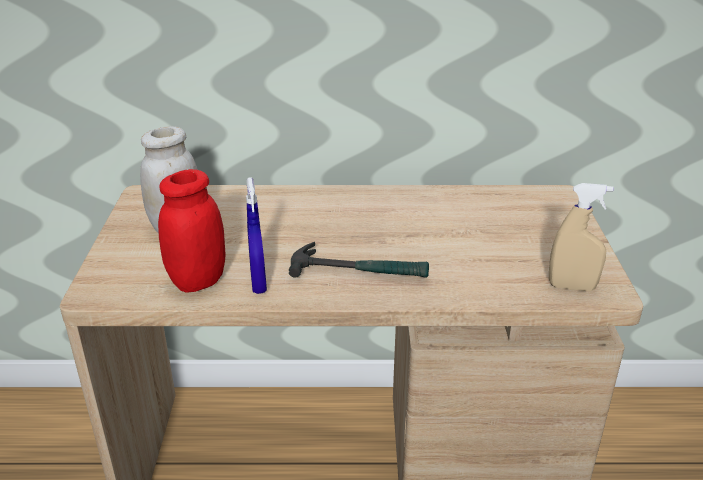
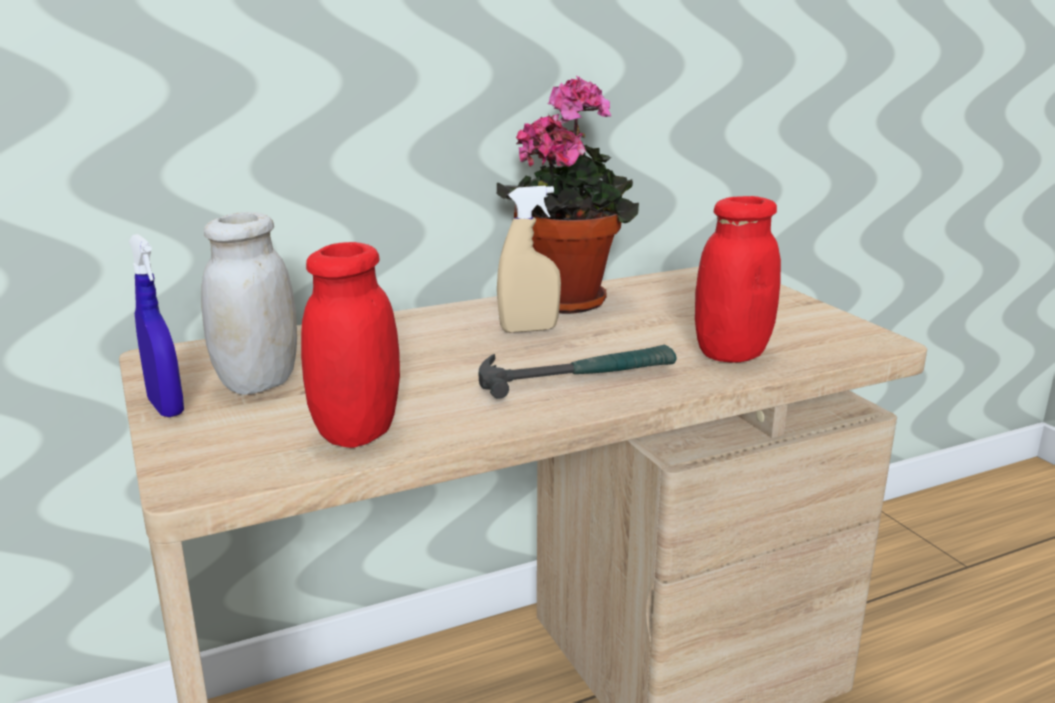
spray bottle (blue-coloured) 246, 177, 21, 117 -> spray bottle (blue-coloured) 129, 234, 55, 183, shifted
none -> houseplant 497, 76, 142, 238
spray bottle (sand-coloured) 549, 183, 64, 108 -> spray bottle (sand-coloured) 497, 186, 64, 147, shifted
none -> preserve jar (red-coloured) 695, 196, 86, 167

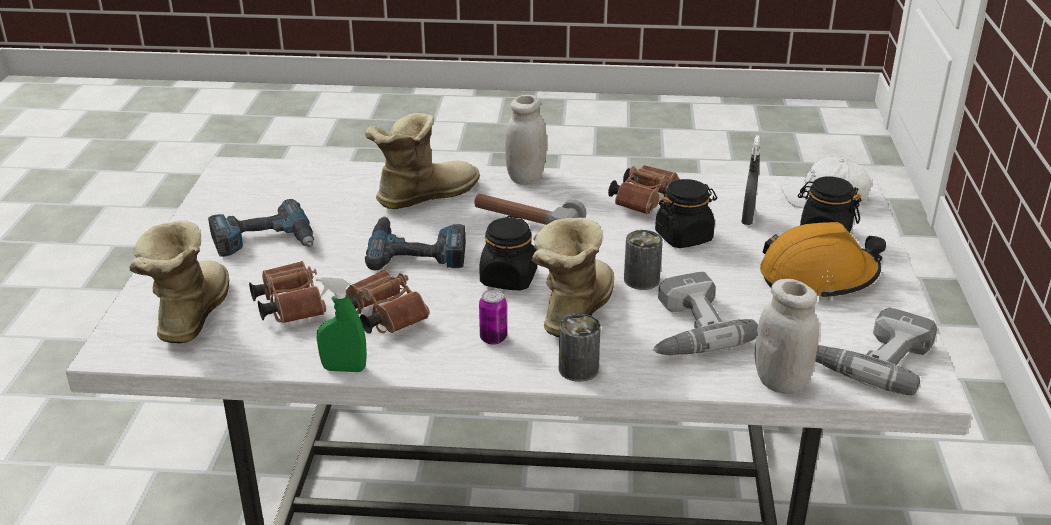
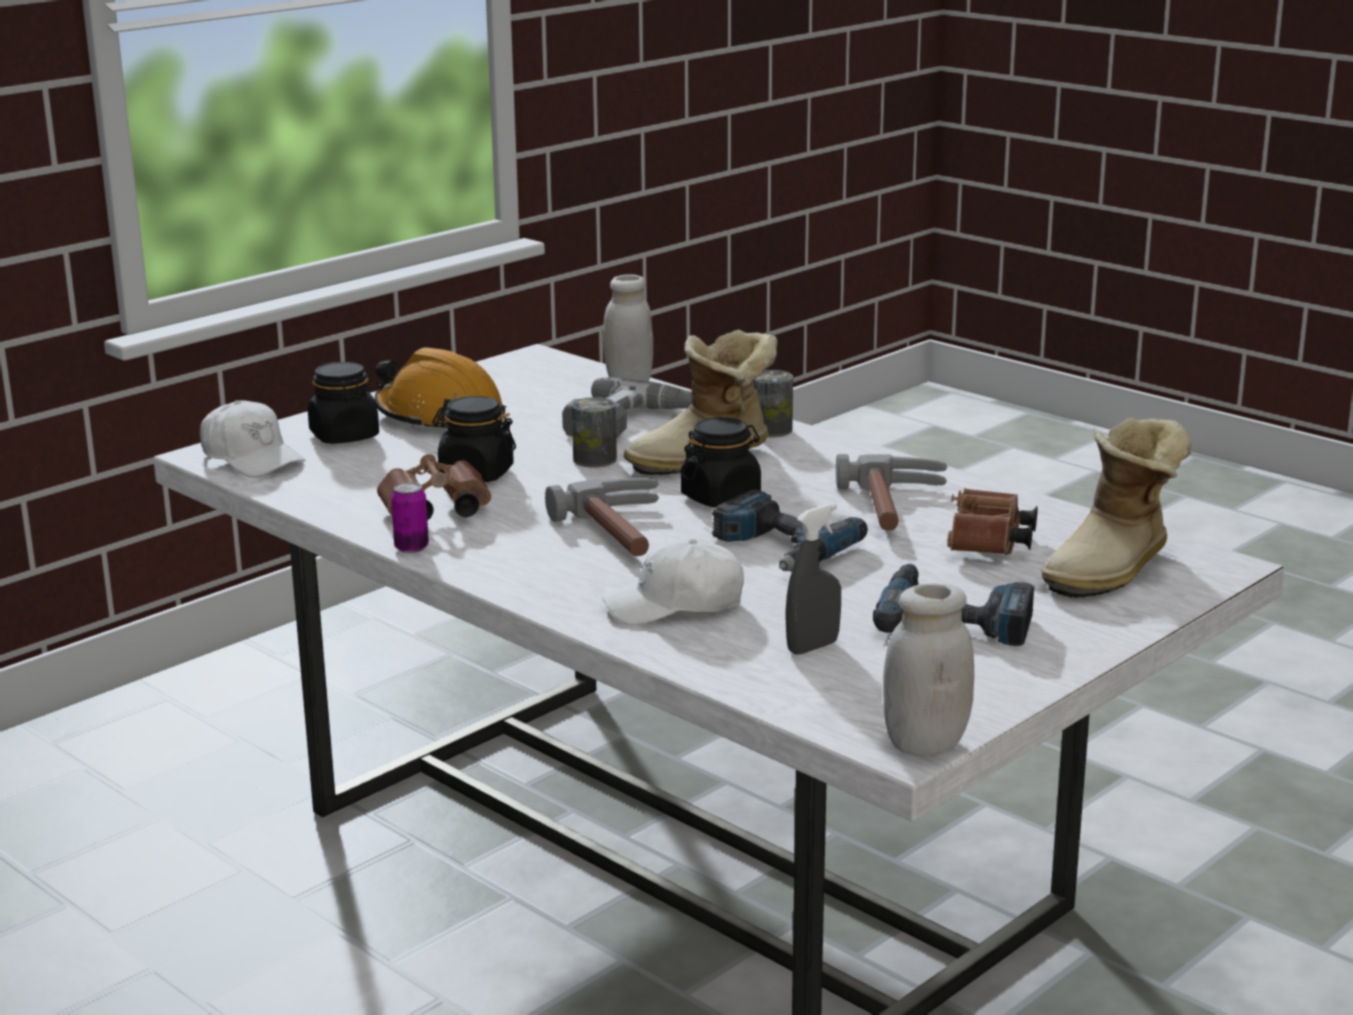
metal can 479, 290, 28, 55 -> metal can 391, 482, 38, 71, shifted
tall boot 365, 113, 115, 96 -> baseball cap (white) 603, 538, 141, 87
spray bottle (greyish) 741, 135, 19, 90 -> spray bottle (greyish) 785, 503, 56, 151, shifted
pair of binoculars (brownish) 346, 270, 84, 64 -> hammer 836, 454, 112, 76
preserve jar (white) 505, 95, 42, 90 -> preserve jar (white) 883, 583, 91, 173, shifted
spray bottle (greenish) 316, 275, 51, 97 -> none
drill 815, 308, 122, 87 -> none

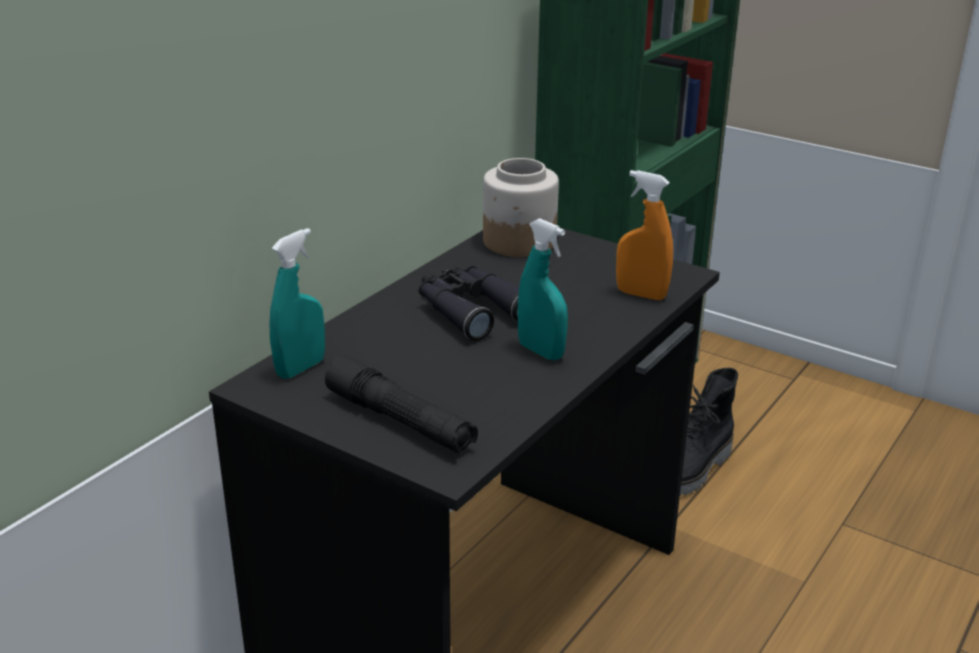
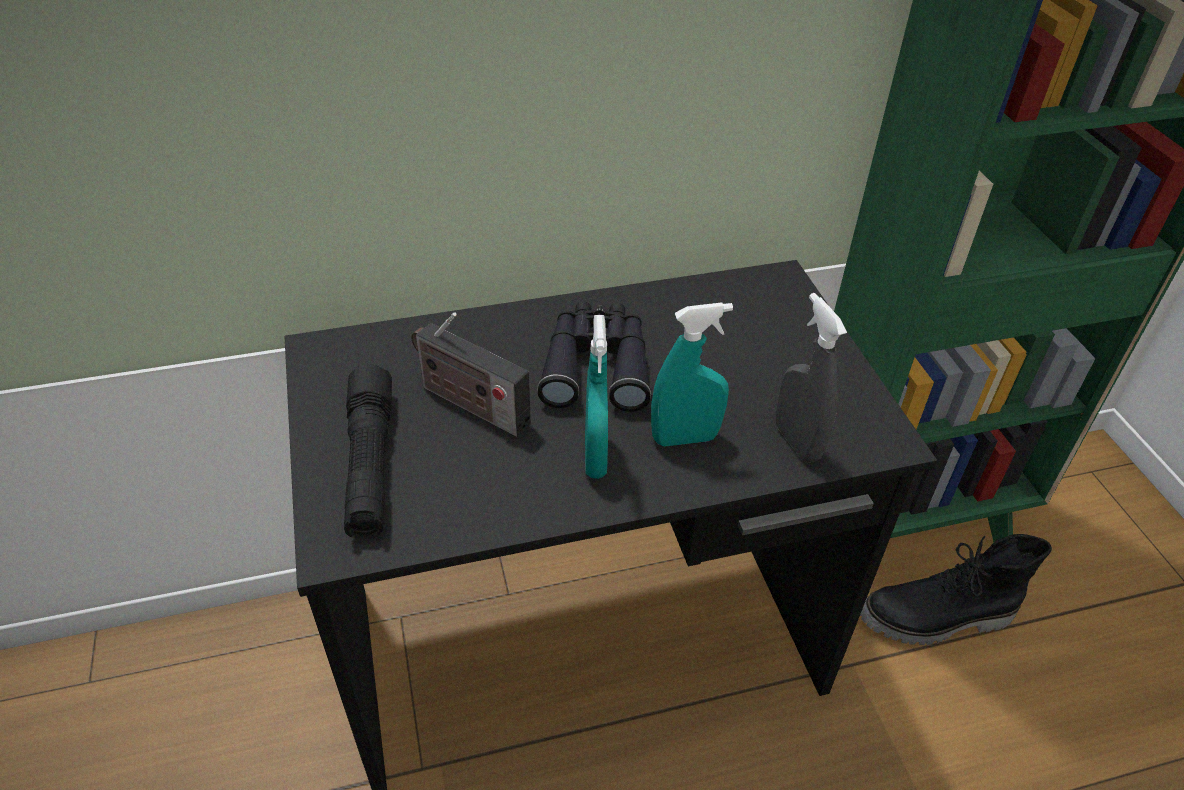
none -> radio set 411, 312, 120, 125
spray bottle (turquoise) 269, 228, 56, 151 -> spray bottle (turquoise) 651, 302, 82, 144, shifted
spray bottle (orangey) 616, 170, 57, 130 -> spray bottle (greyish) 776, 293, 71, 169
preserve jar 483, 158, 76, 99 -> none

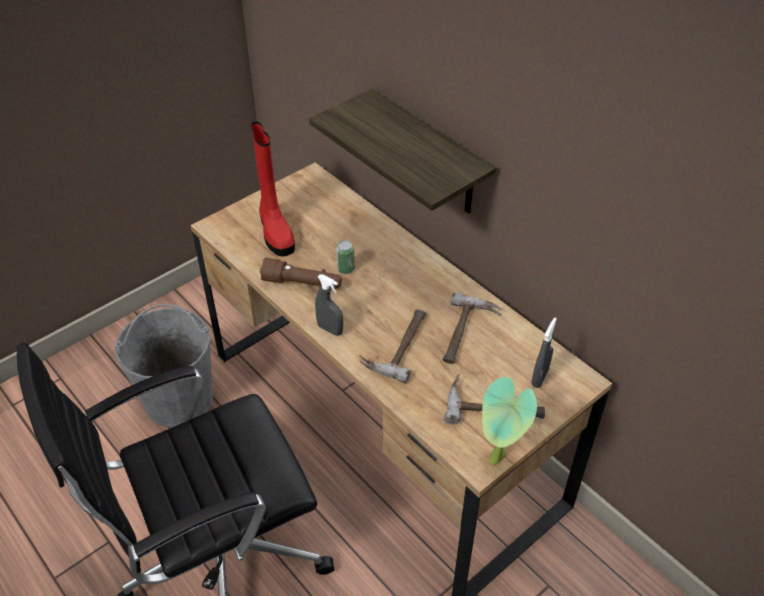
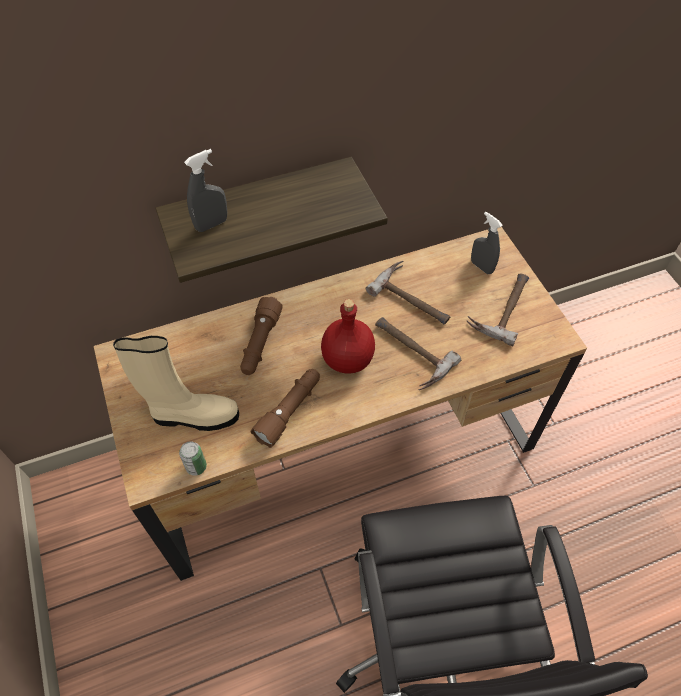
tall boot (red-coloured) 251, 121, 44, 136 -> tall boot (sand-coloured) 113, 336, 126, 95
metal can 336, 240, 19, 34 -> metal can 179, 441, 28, 35, shifted
spray bottle (greyish) 315, 274, 28, 62 -> spray bottle (greyish) 184, 149, 43, 83, shifted
none -> hand torch (brownish) 240, 297, 43, 78
none -> beverage bottle (red-coloured) 321, 299, 54, 75
water bucket (greyish) 114, 304, 99, 123 -> none
houseplant 482, 377, 55, 88 -> none

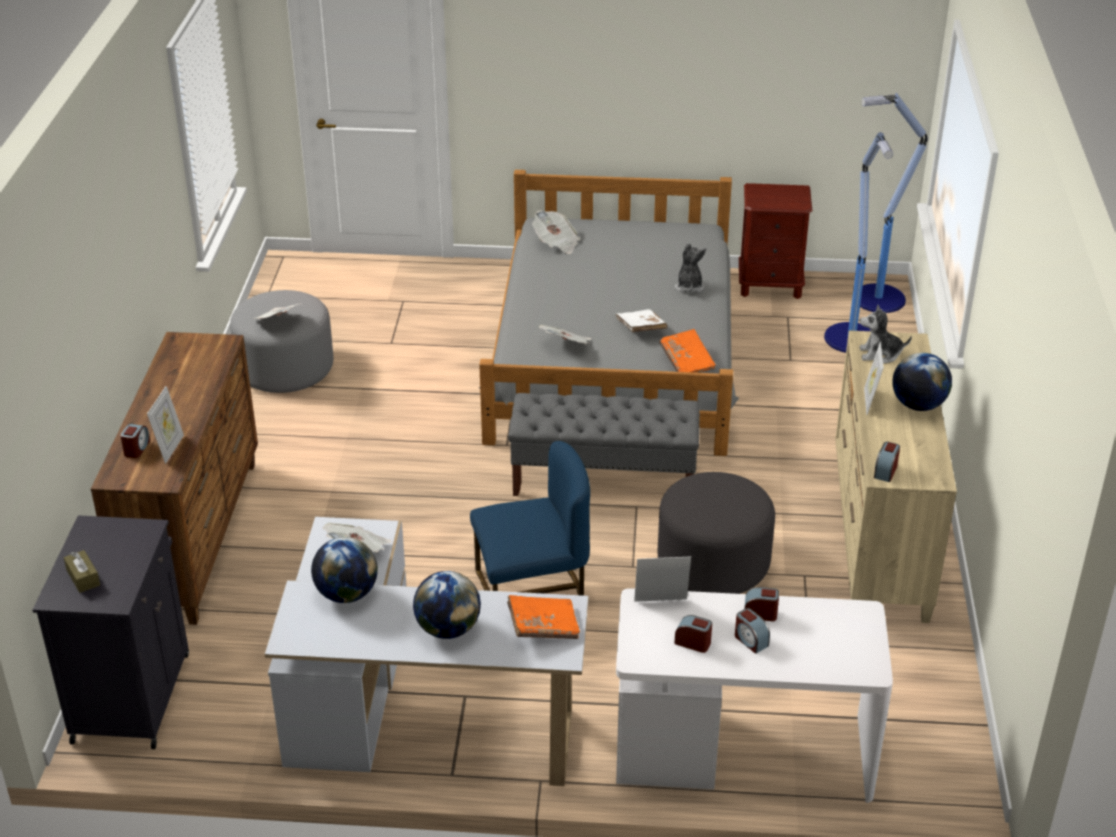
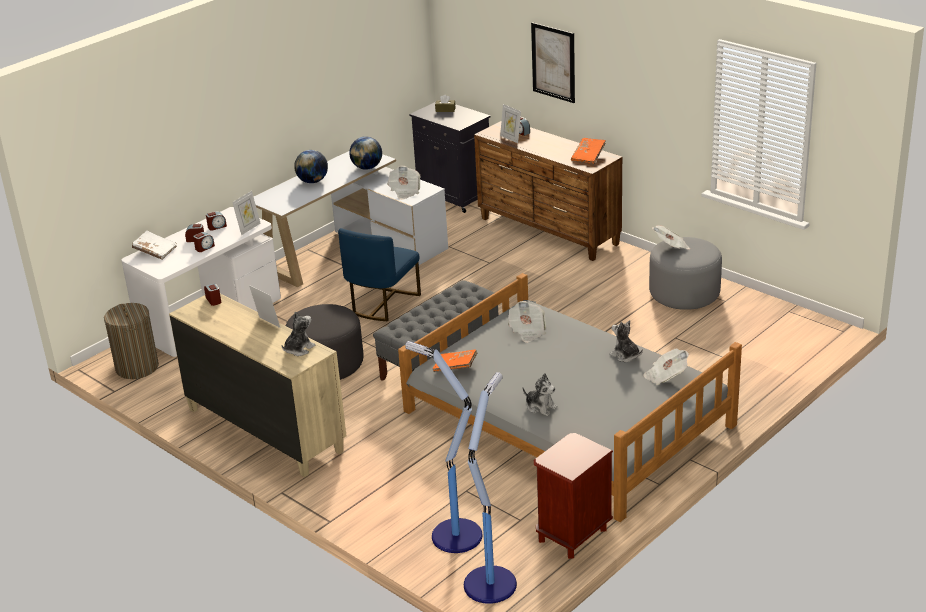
none -> hamper 104, 303, 55, 76
bound book (white) 616, 309, 51, 23 -> bound book (white) 132, 230, 45, 30, shifted
none -> wall art 531, 22, 44, 81
bound book (orangey) 507, 595, 73, 44 -> bound book (orangey) 571, 138, 35, 26, shifted
none -> cuddly toy 609, 320, 34, 42
desk globe 892, 353, 60, 58 -> none

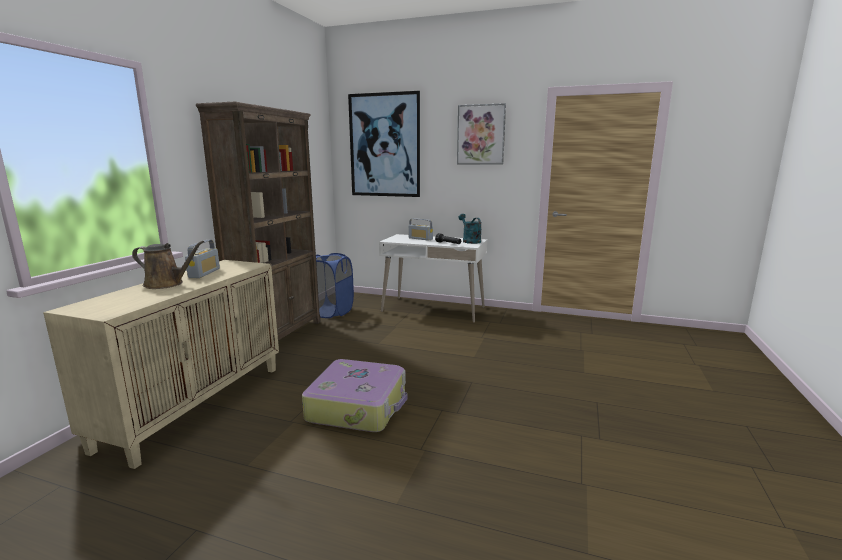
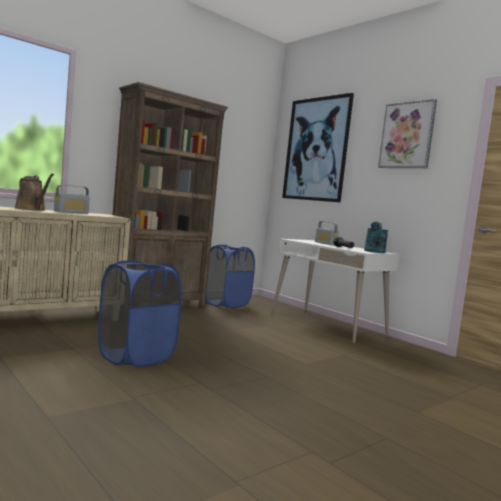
piece of luggage 302, 359, 106, 73 -> hamper (blue-coloured) 98, 260, 84, 107

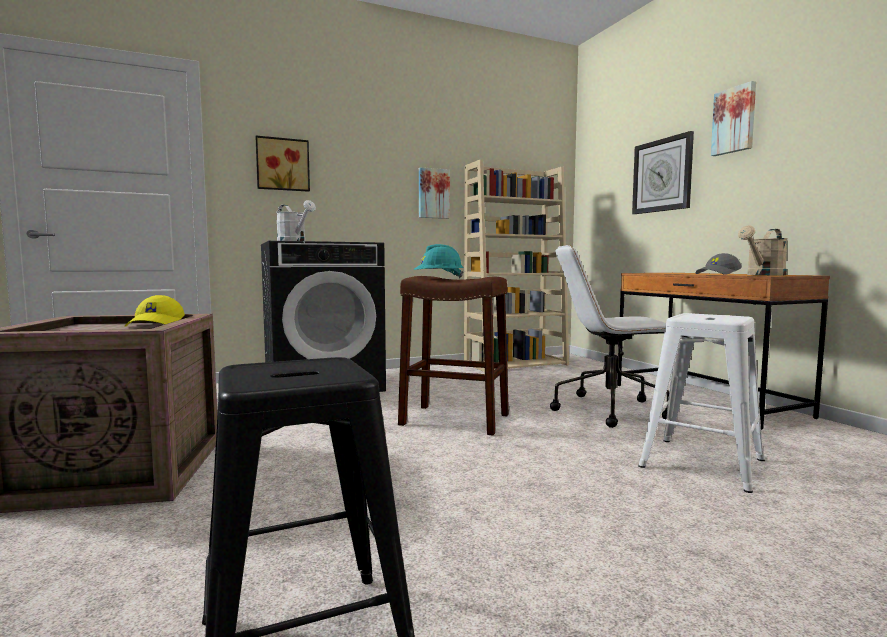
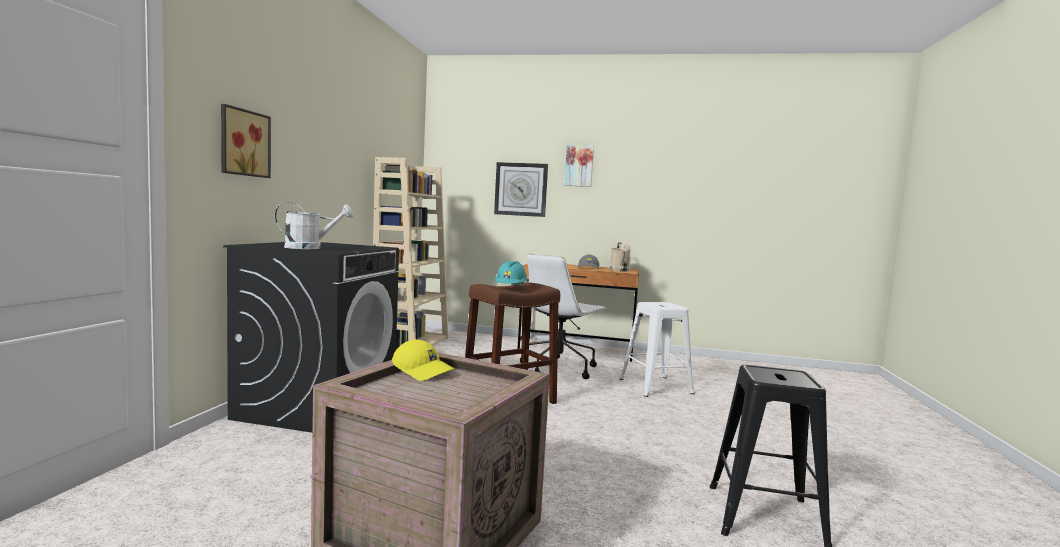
wall art 419, 167, 31, 52 -> none

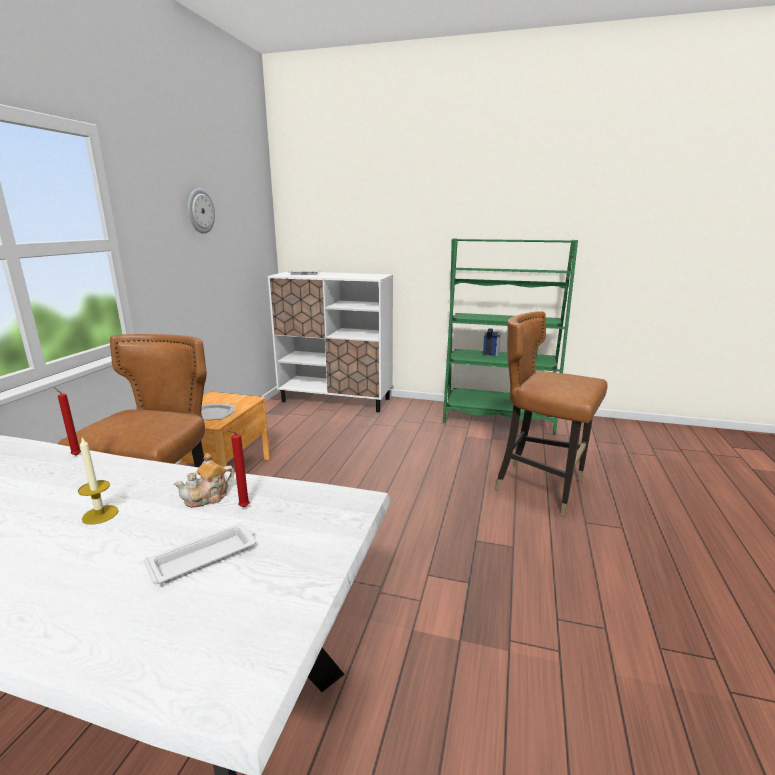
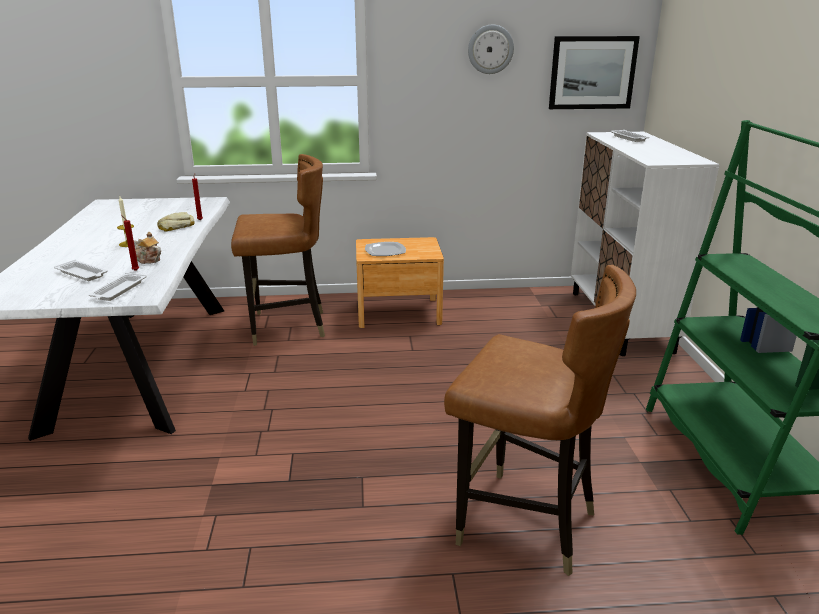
none -> tray (white) 88, 273, 59, 28
none -> bread 157, 212, 38, 20
chair (brownish) 495, 311, 113, 204 -> chair (brownish) 444, 265, 192, 311, 105 degrees clockwise
none -> wall art 549, 36, 91, 73

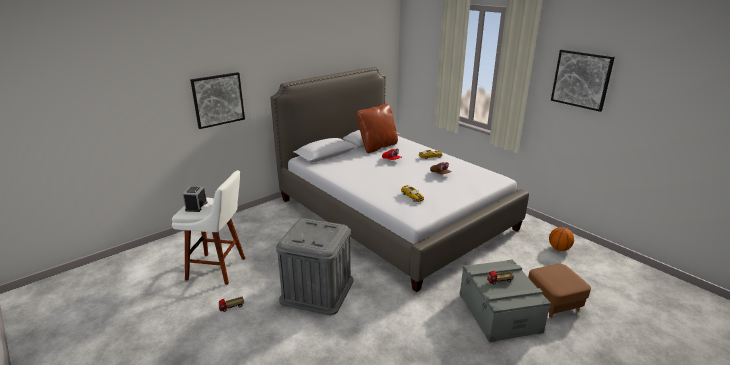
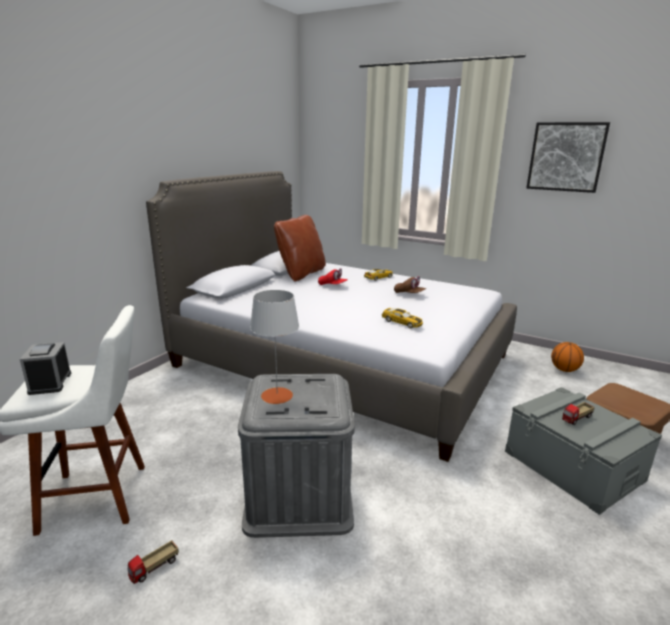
none -> lamp for a table (greyish) 250, 290, 49, 114
wall art 190, 72, 55, 57 -> none

